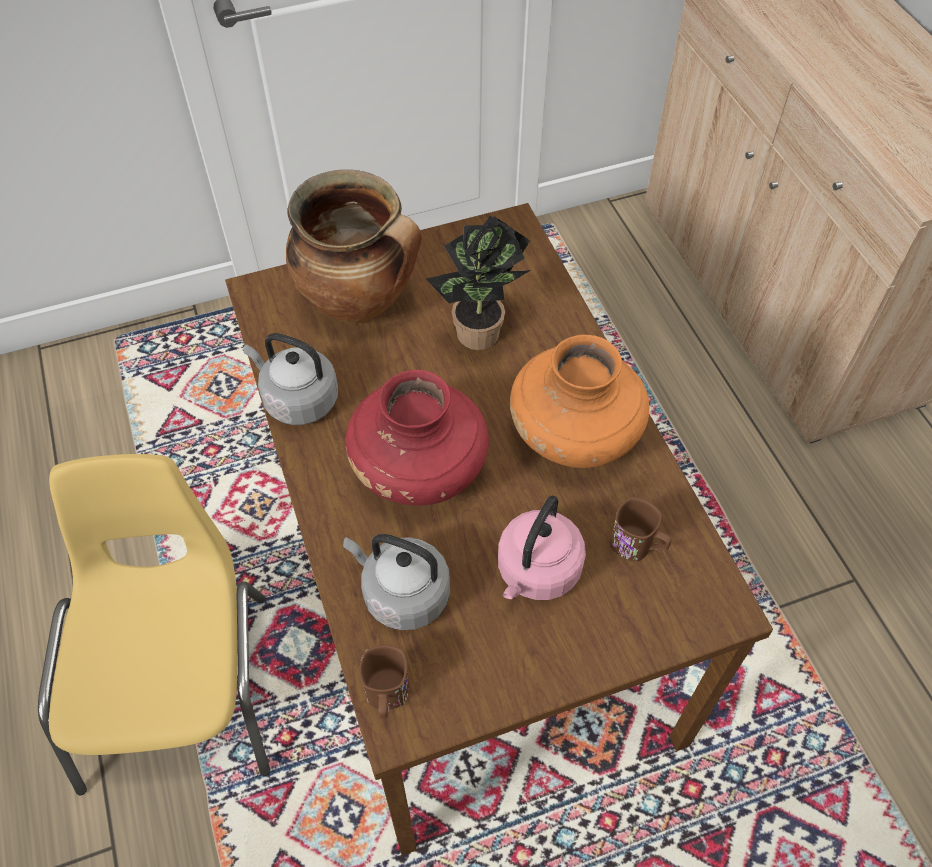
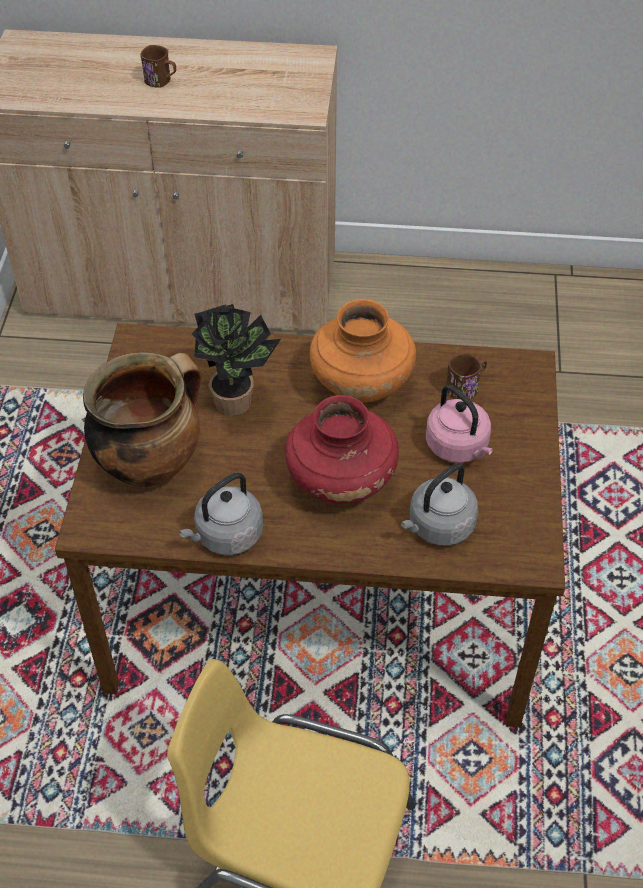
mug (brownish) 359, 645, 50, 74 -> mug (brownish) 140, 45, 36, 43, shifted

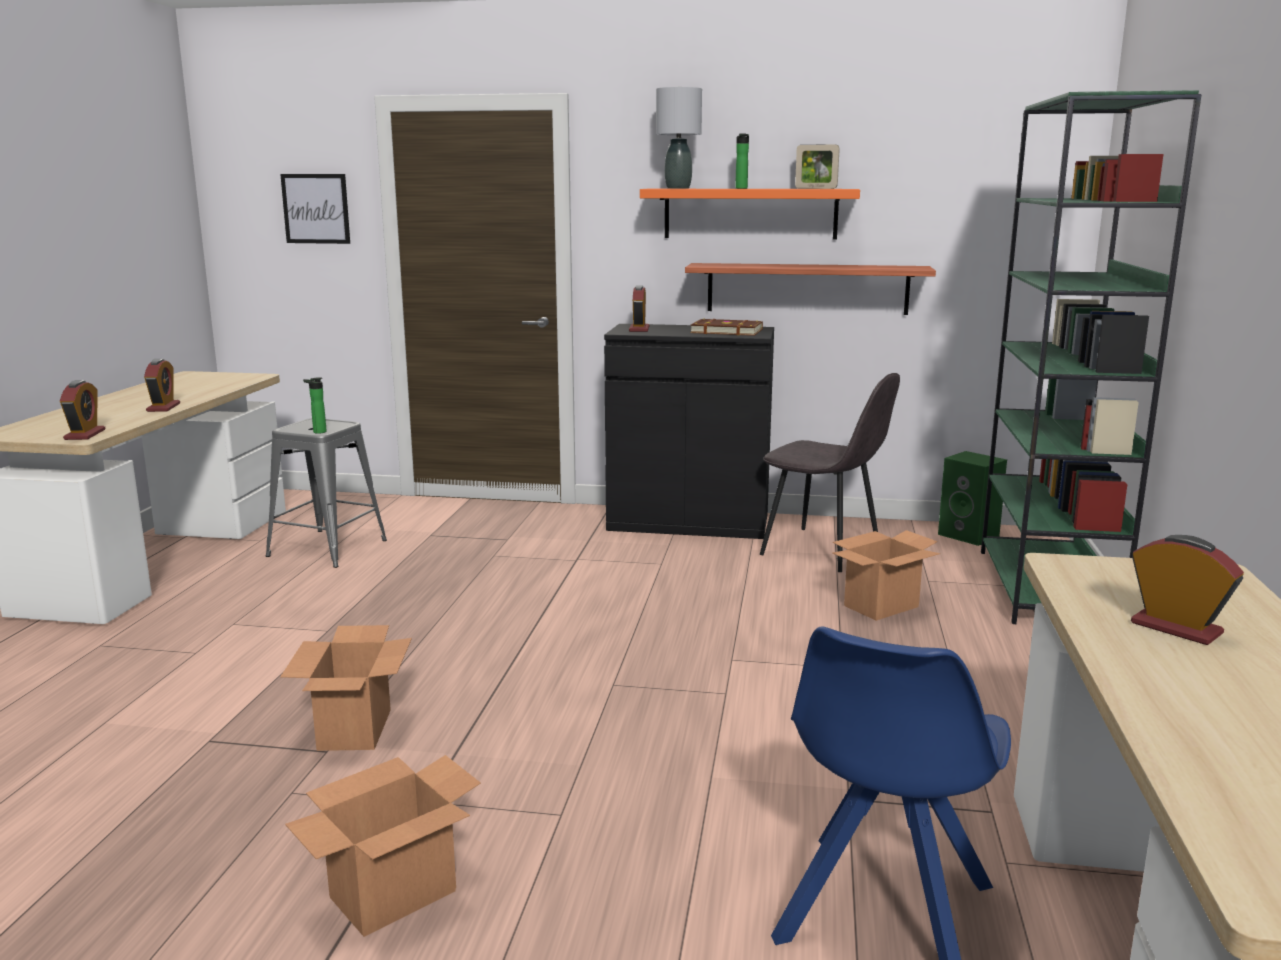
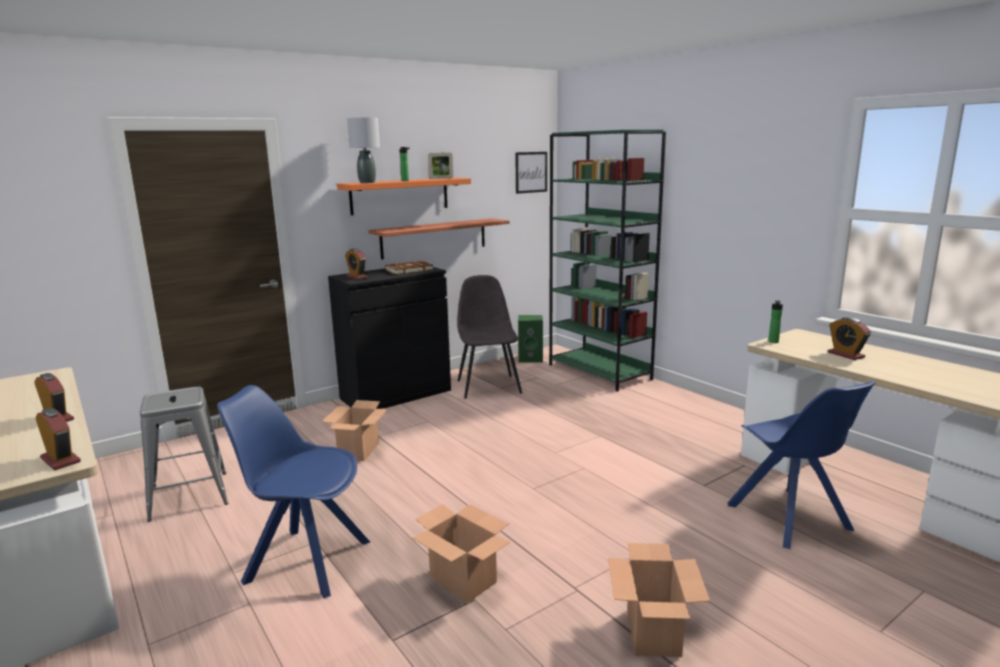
none -> chair (blue-coloured) 217, 385, 153, 213
packing box 833, 530, 107, 91 -> packing box 321, 400, 68, 61, shifted
chair (greyish) 760, 373, 140, 199 -> chair (greyish) 457, 275, 65, 124, 90 degrees counterclockwise
wall art 280, 174, 70, 70 -> wall art 515, 152, 32, 42, shifted
beverage bottle 303, 377, 24, 57 -> beverage bottle 768, 300, 15, 43, shifted
bedside clock 1131, 535, 113, 110 -> bedside clock 828, 317, 43, 43, 120 degrees counterclockwise

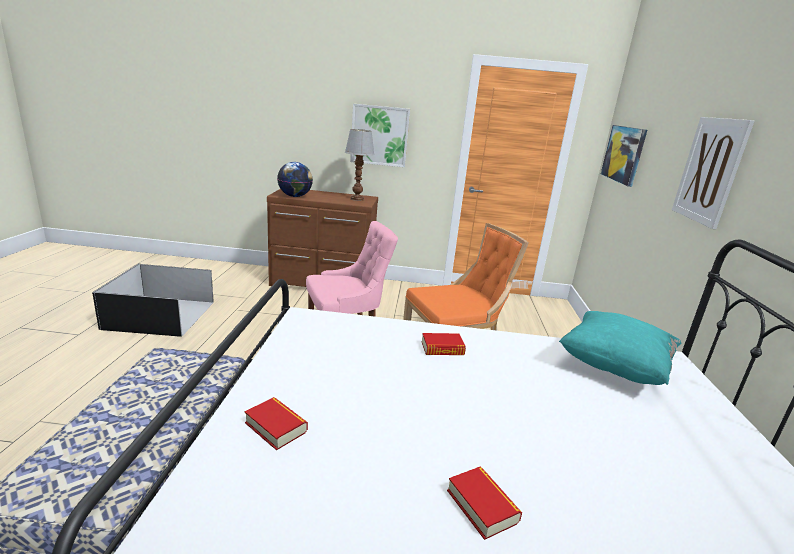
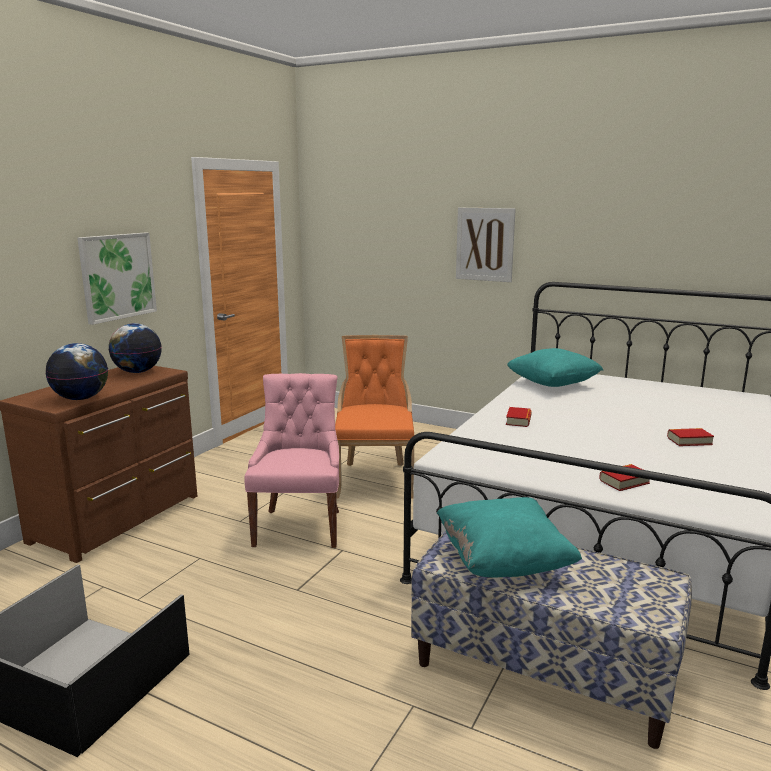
lamp for a table 345, 129, 30, 72 -> desk globe 109, 323, 53, 50
none -> pillow (turquoise) 437, 497, 145, 80
wall art 601, 125, 46, 62 -> none

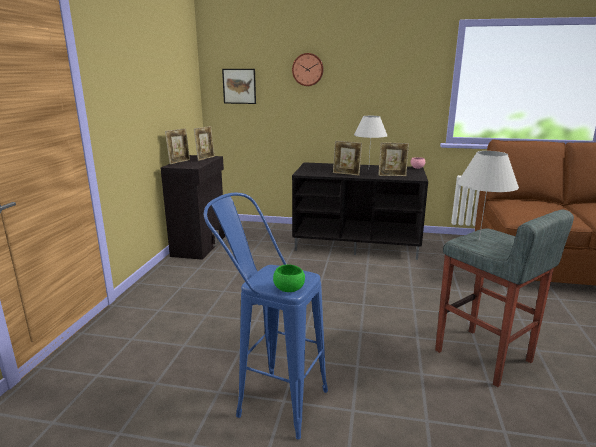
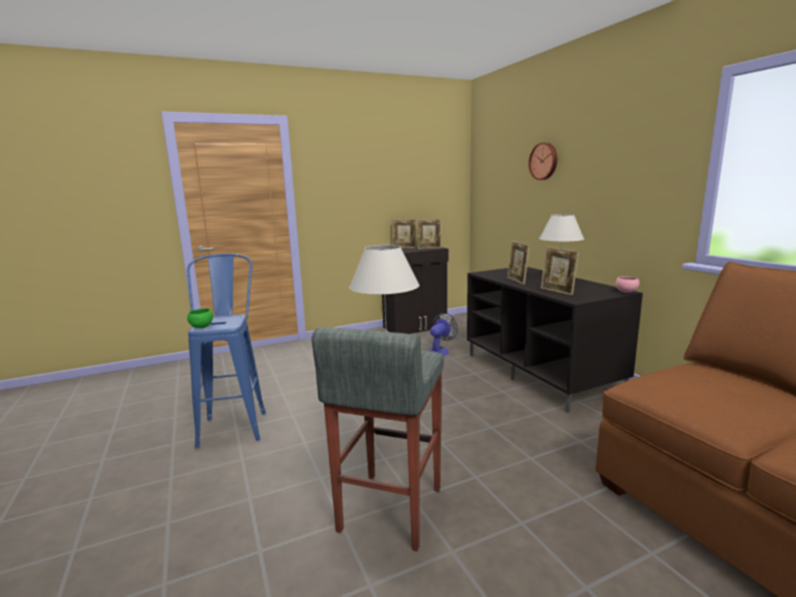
none -> cooling fan 429, 313, 29, 43
wall art 222, 69, 34, 35 -> none

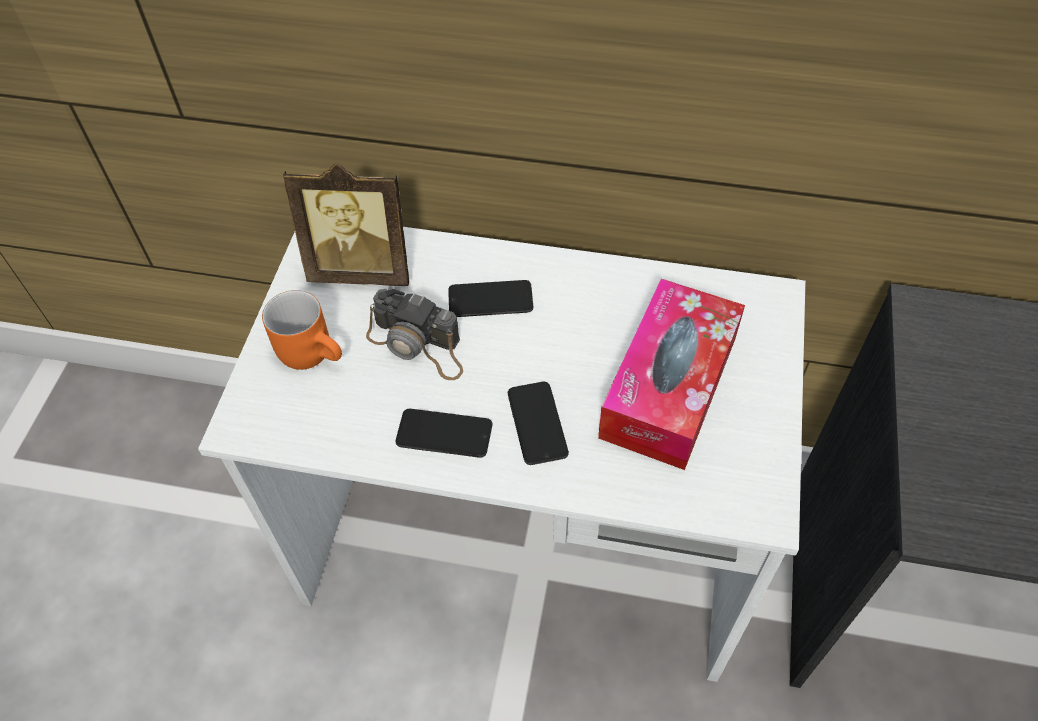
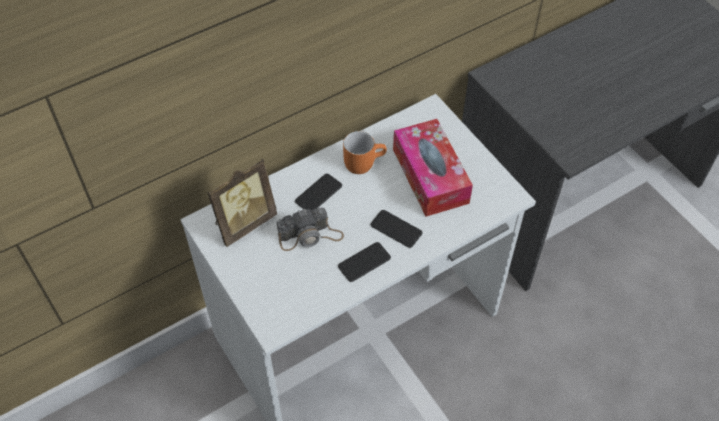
mug (orangey) 262, 290, 80, 80 -> mug (orangey) 343, 131, 44, 43, shifted

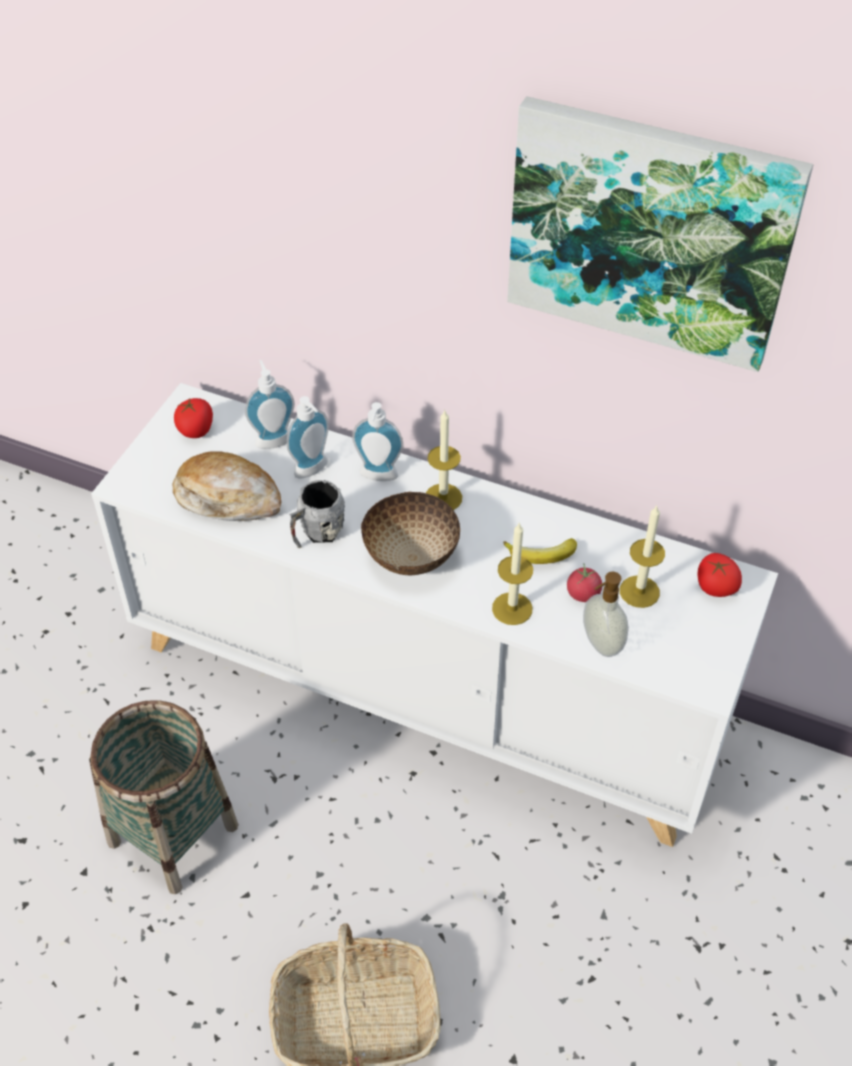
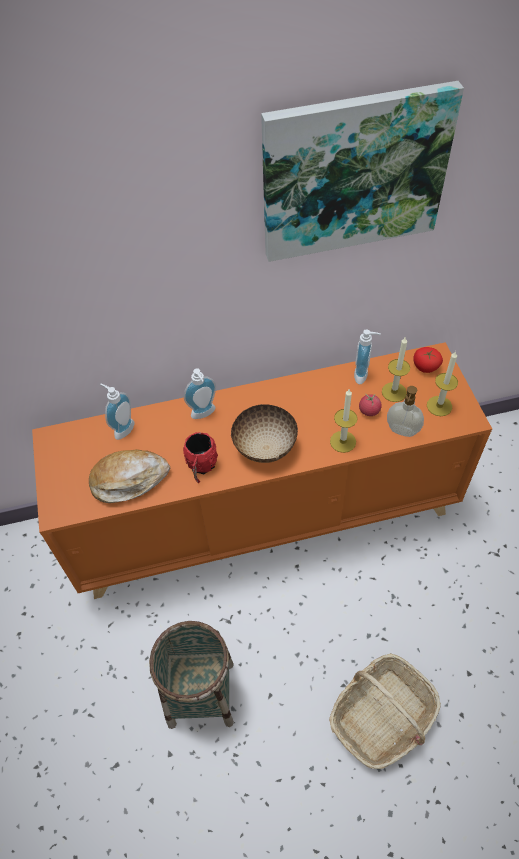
cupboard (white) 91, 383, 687, 464 -> cupboard (orangey) 32, 342, 460, 257
mug (greyish) 289, 480, 56, 68 -> mug (red-coloured) 183, 432, 35, 51
soap dispenser 287, 396, 42, 82 -> soap dispenser 354, 329, 27, 55, shifted
wax light 426, 410, 36, 100 -> wax light 427, 351, 31, 65, shifted
tomato 174, 398, 39, 40 -> none
whole banana 503, 538, 74, 26 -> none

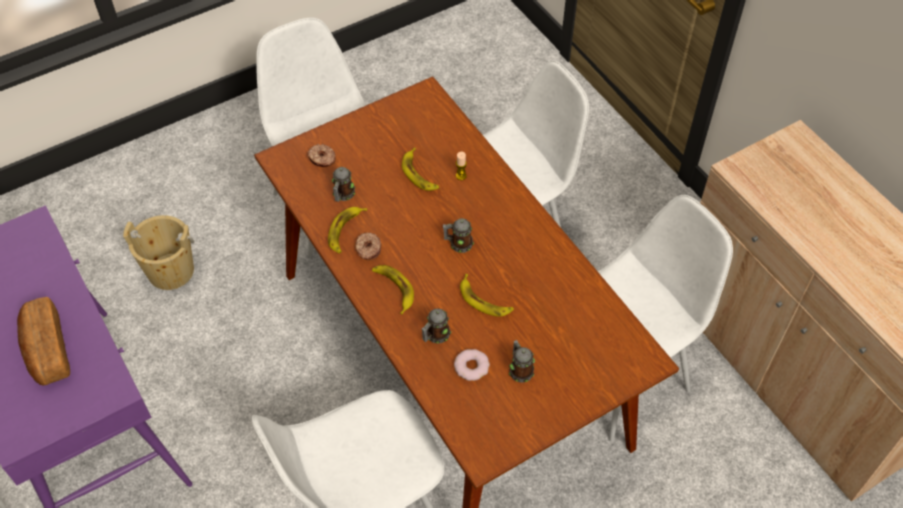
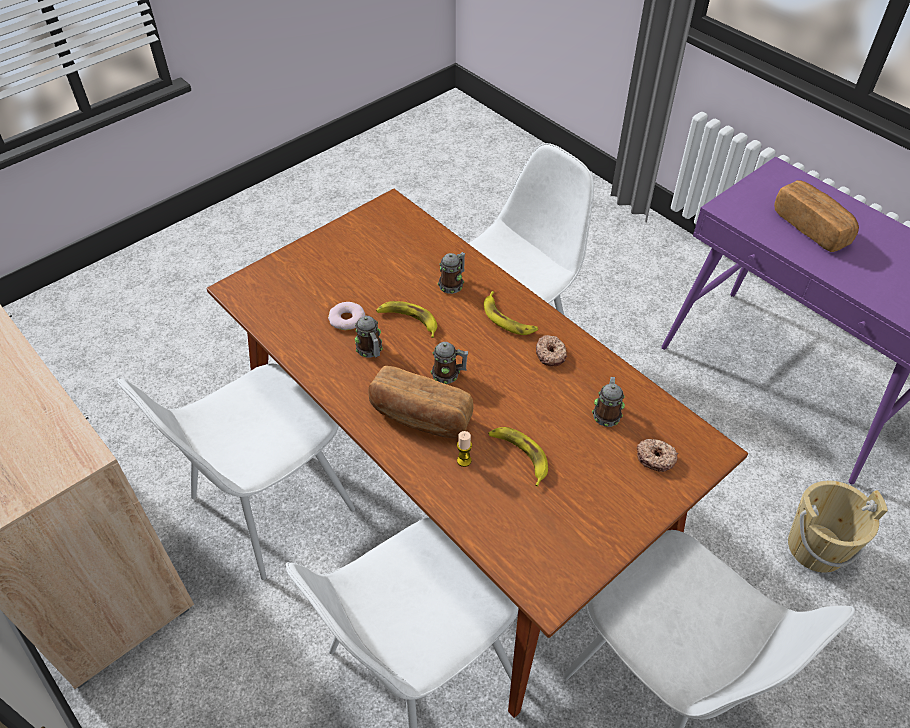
doughnut 454, 349, 36, 32 -> doughnut 328, 302, 37, 28, shifted
mug 509, 340, 26, 43 -> mug 355, 316, 28, 42, shifted
none -> bread 368, 366, 106, 72
whole banana 328, 207, 39, 47 -> none

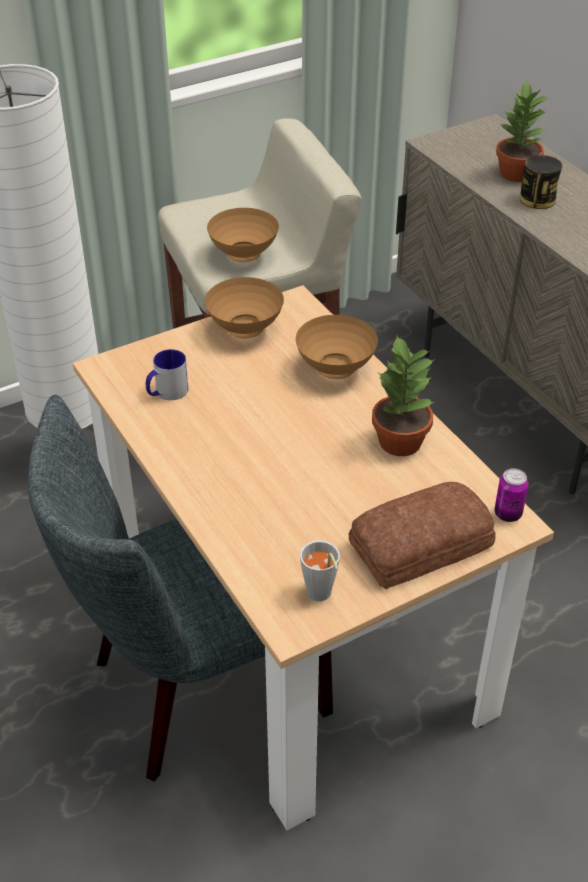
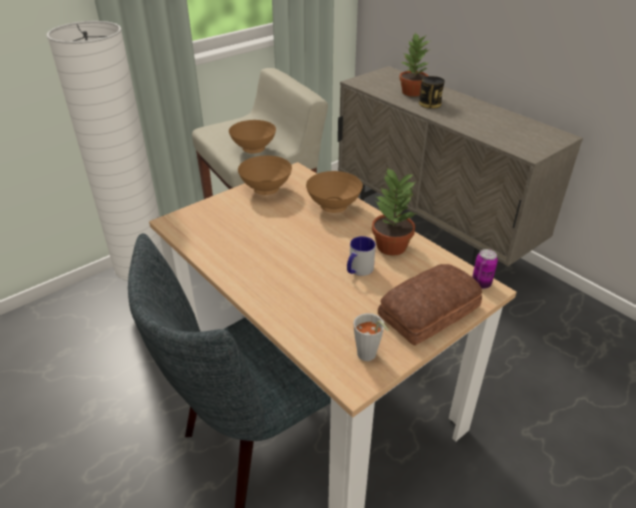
mug 146, 349, 43, 51 -> mug 347, 236, 29, 40, shifted

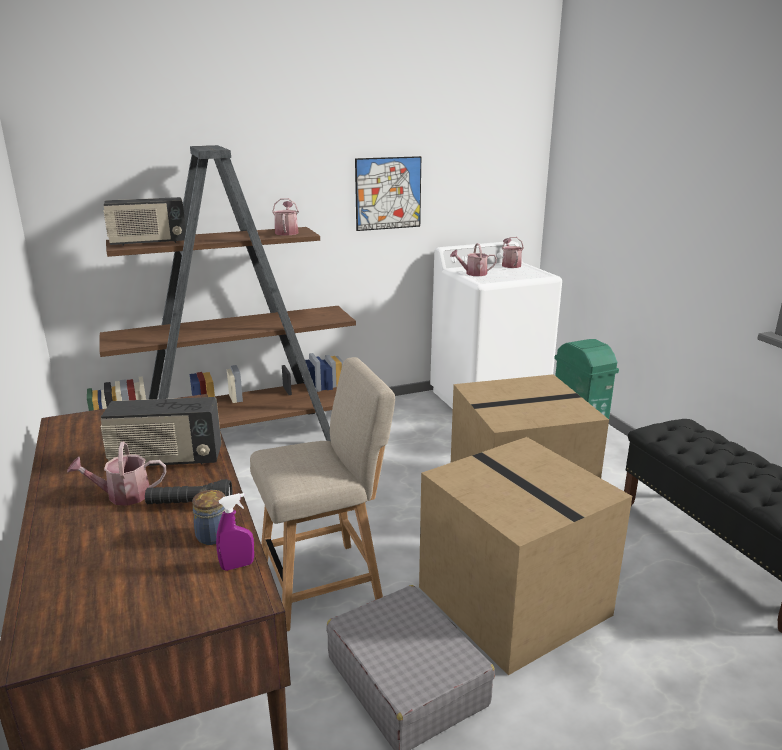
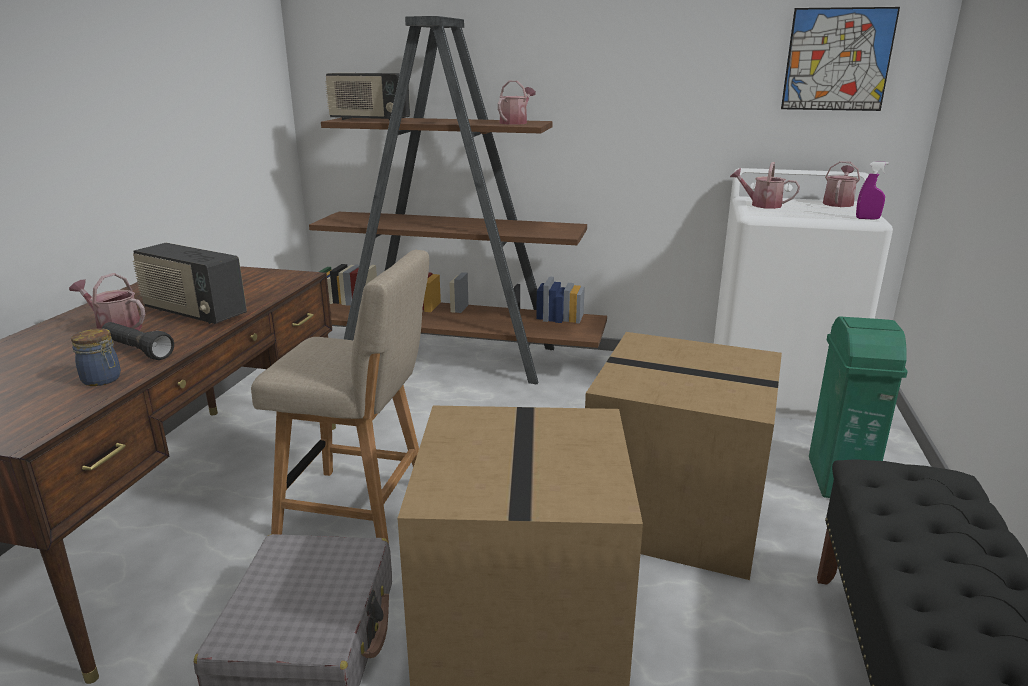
wall art 355, 156, 66, 75 -> wall art 781, 7, 119, 104, shifted
spray bottle (purplish) 216, 493, 38, 78 -> spray bottle (purplish) 856, 162, 33, 58, shifted

